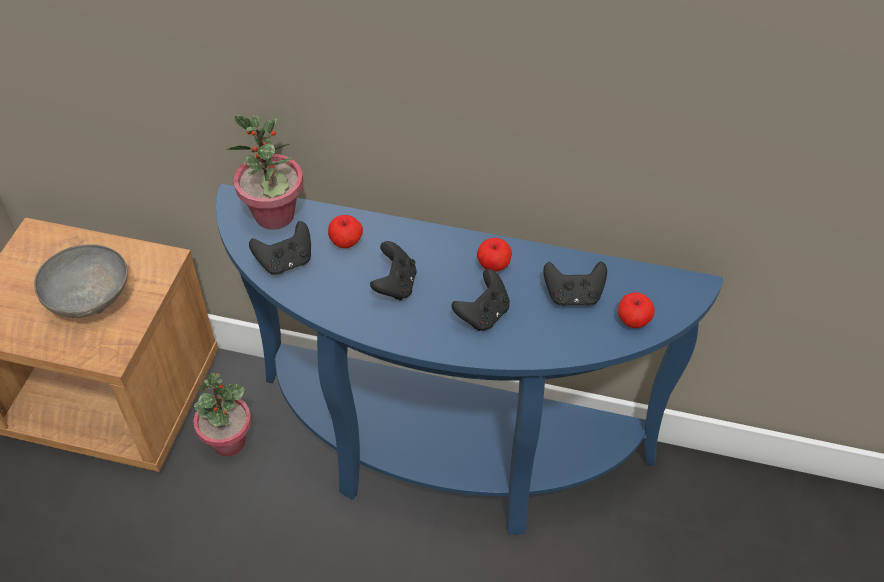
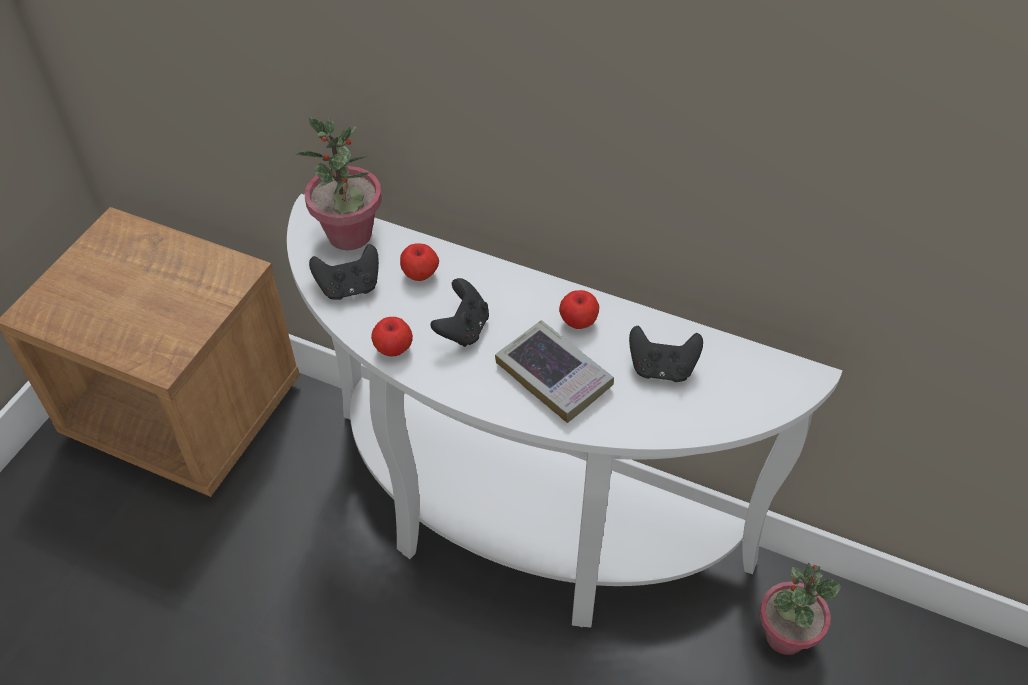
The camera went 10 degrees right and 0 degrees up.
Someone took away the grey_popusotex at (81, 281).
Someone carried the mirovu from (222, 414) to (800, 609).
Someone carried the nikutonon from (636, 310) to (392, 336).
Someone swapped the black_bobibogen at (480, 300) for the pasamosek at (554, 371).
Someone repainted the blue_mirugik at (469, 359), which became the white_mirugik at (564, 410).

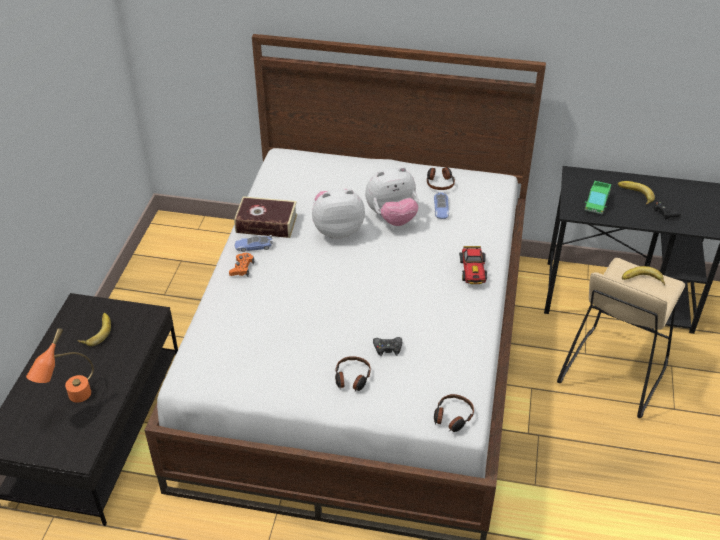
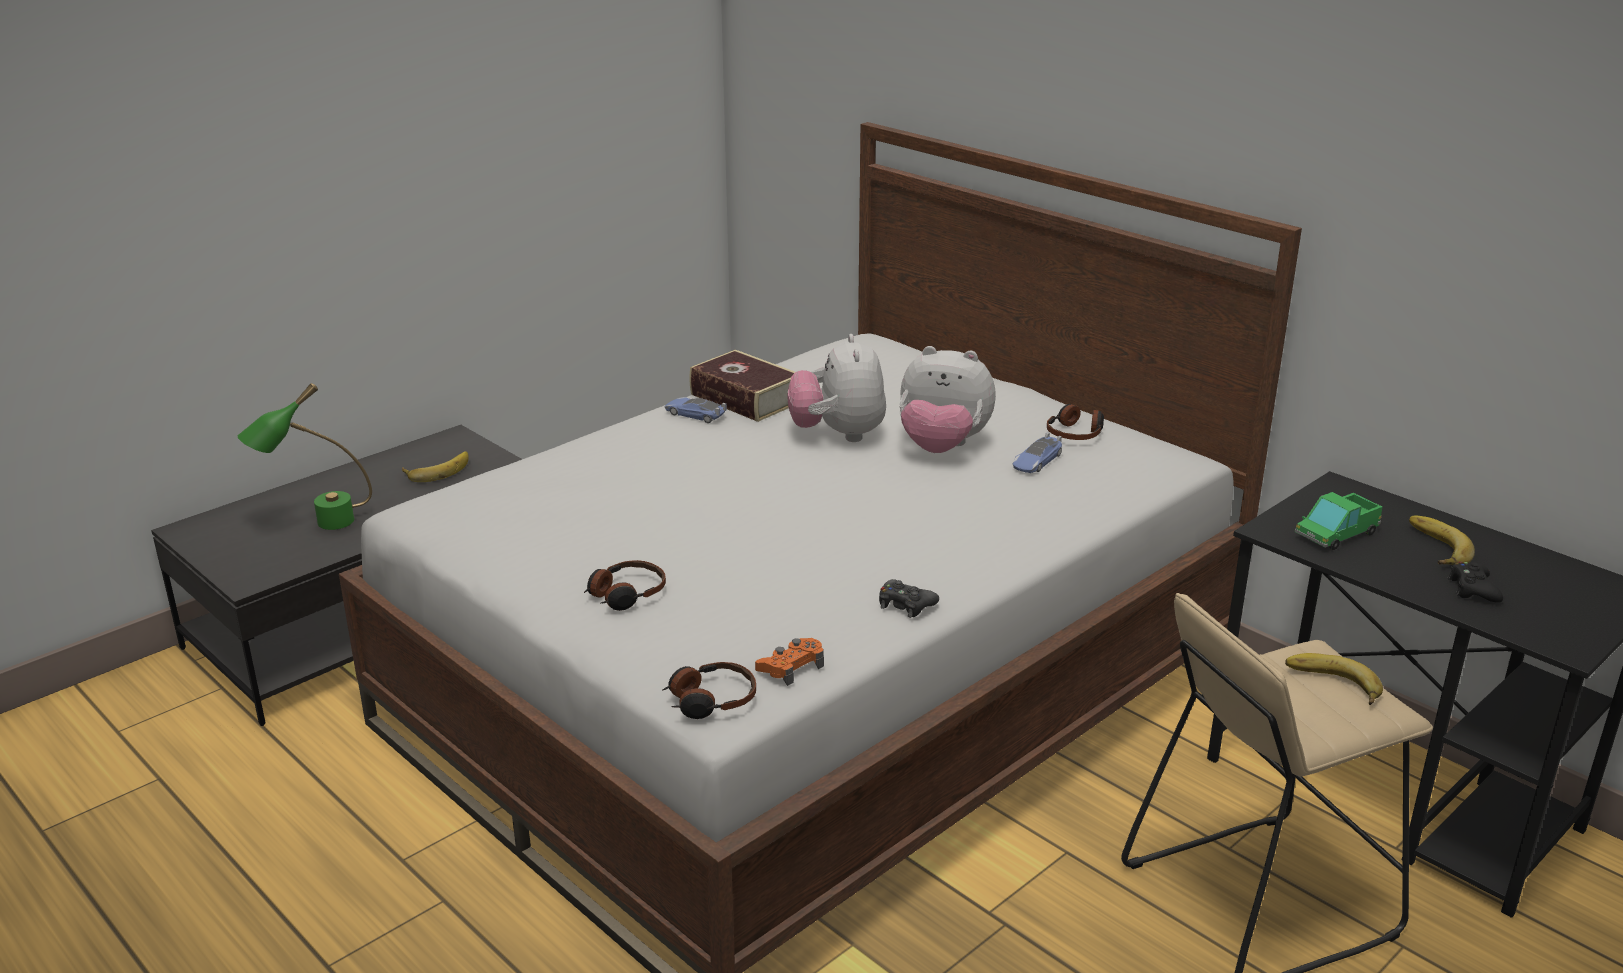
The camera went 35 degrees right and 15 degrees down.
Someone took away the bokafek at (473, 265).
Someone carried the orange_bobibogen from (241, 264) to (789, 662).
Someone carried the black_bobibogen from (387, 346) to (909, 598).
Someone repainted the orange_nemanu at (60, 365), which became the green_nemanu at (305, 456).
Someone rotated the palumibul at (338, 214) by 120 degrees counterclockwise.

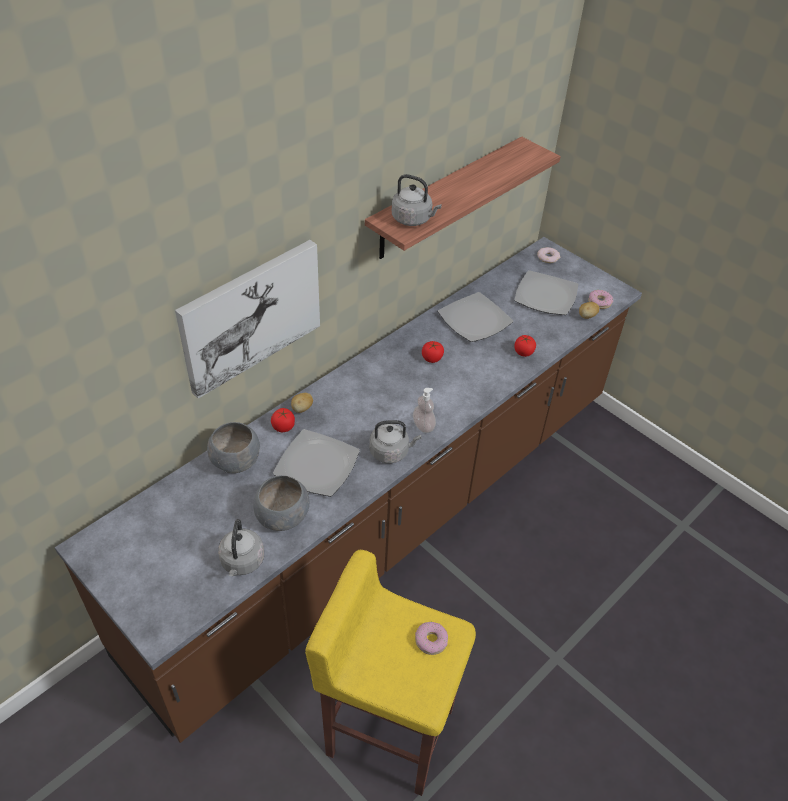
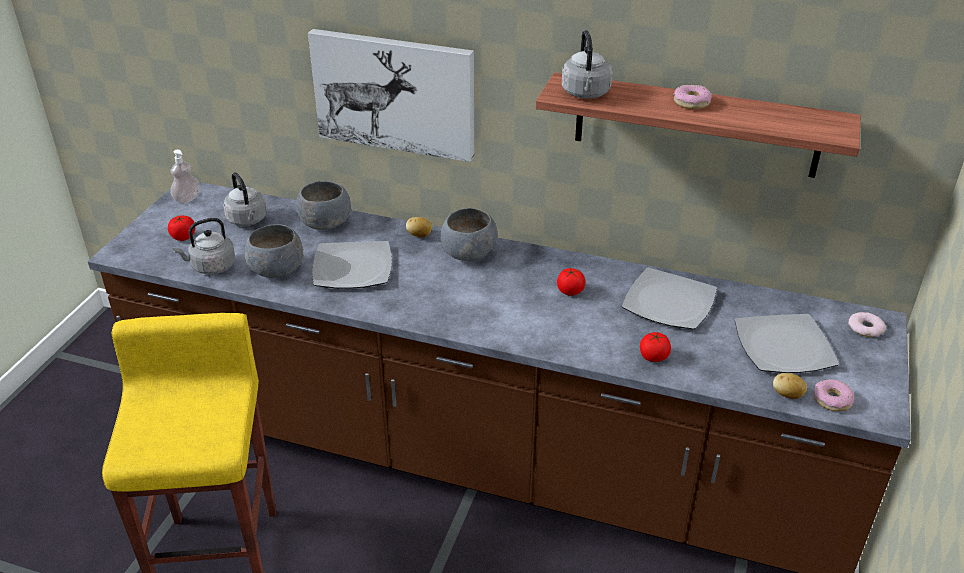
The camera went 65 degrees right and 10 degrees down.
Someone put down the grey_popusotex at (469, 234).
Someone carried the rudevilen from (283, 420) to (181, 228).
Someone carried the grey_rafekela from (395, 442) to (245, 199).
Someone carried the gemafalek from (424, 410) to (185, 176).
Someone carried the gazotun from (431, 638) to (693, 97).

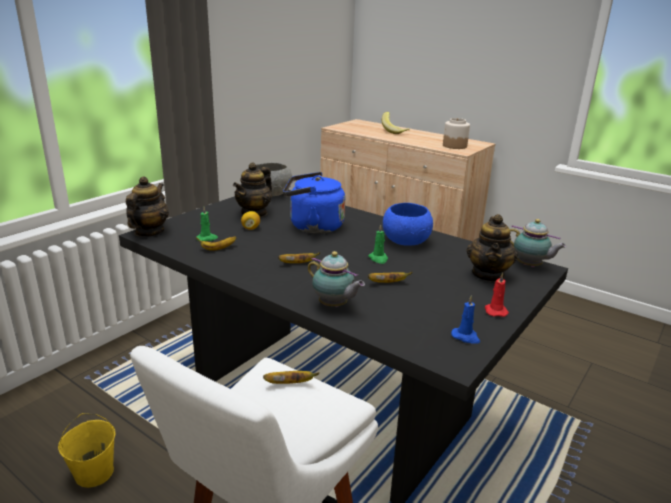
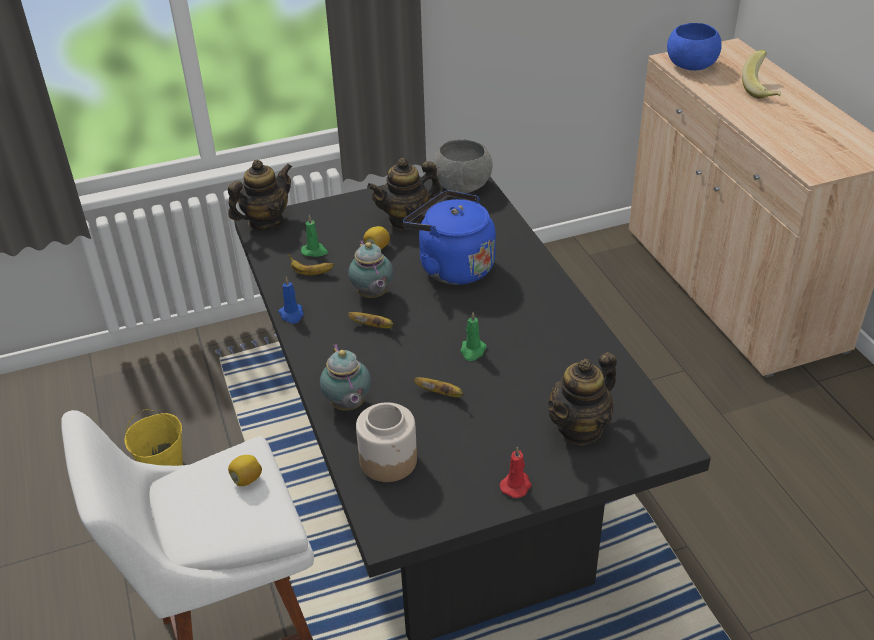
The camera went 35 degrees right and 15 degrees up.
Someone carried the blue_popusotex from (408, 224) to (694, 47).
Someone carried the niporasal from (456, 133) to (386, 442).
Someone carried the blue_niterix from (465, 319) to (291, 300).
Someone carried the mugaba from (538, 243) to (370, 269).
Someone swapped the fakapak at (291, 377) for the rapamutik at (245, 470).

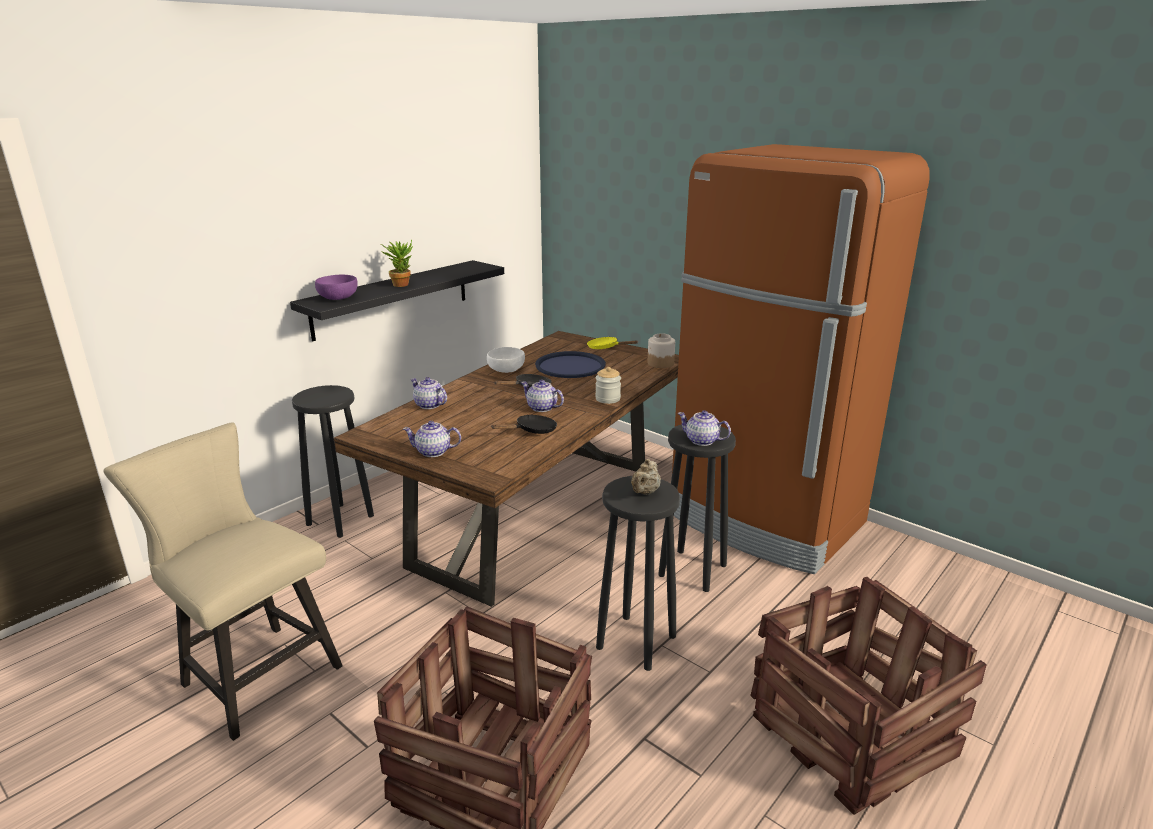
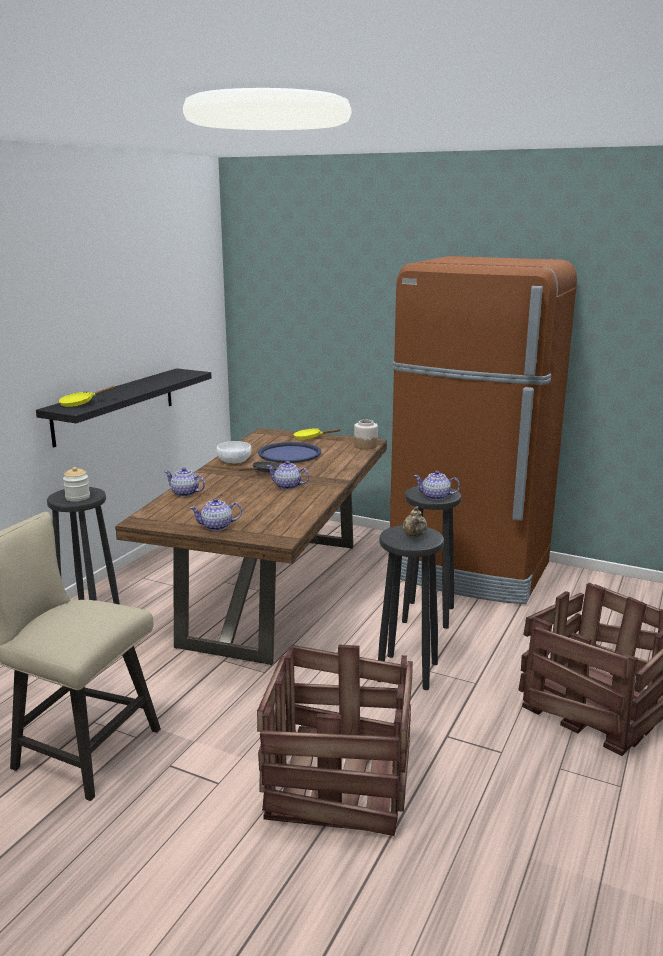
The camera went 15 degrees left and 5 degrees down.
Someone took away the mirovu at (396, 263).
Someone took away the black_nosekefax at (524, 424).
Someone carried the niporasal from (608, 385) to (76, 484).
Someone swapped the purple_popusotex at (336, 287) for the yellow_nosekefax at (87, 396).

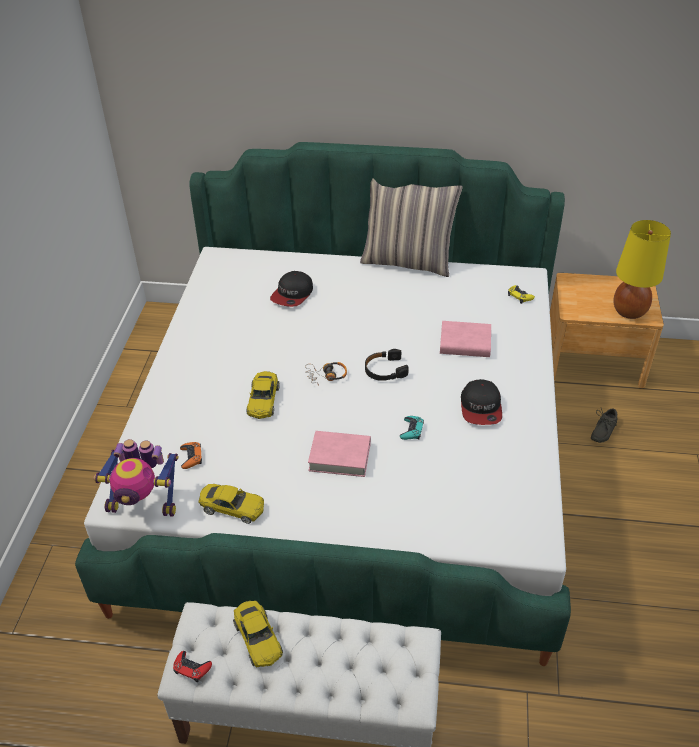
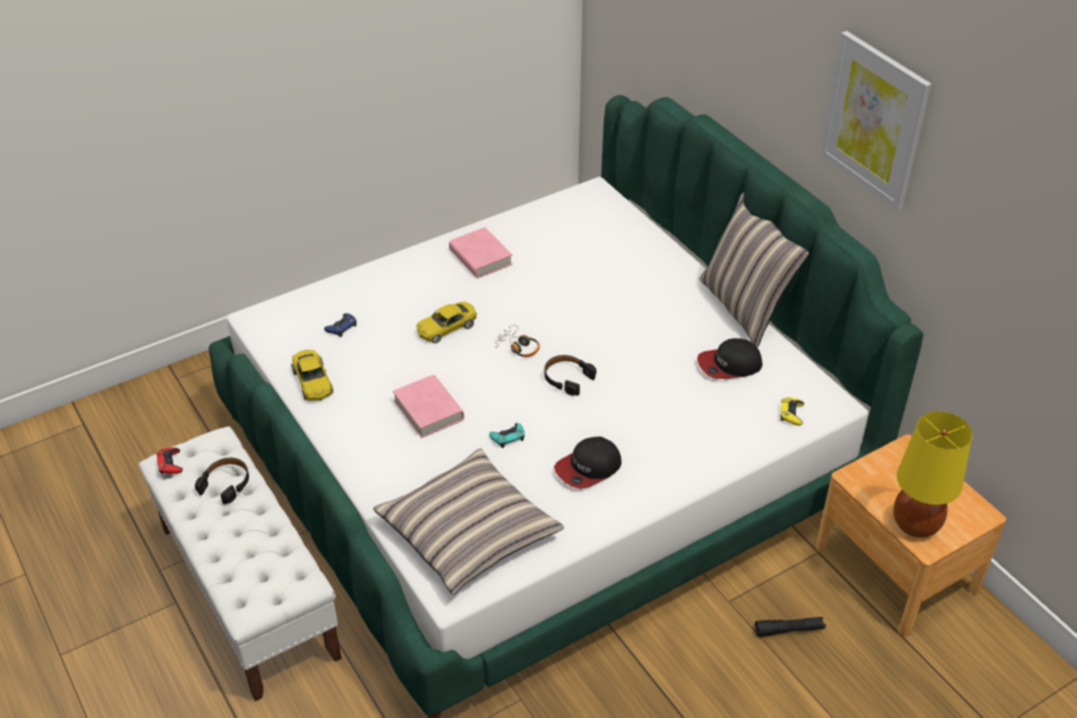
The camera went 50 degrees right and 0 degrees up.
Someone took away the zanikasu at (136, 477).
Someone put down the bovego at (468, 521).
Someone put up the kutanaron at (876, 121).
Someone carried the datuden from (291, 289) to (730, 358).
Someone carried the pink_pasamosek from (465, 339) to (481, 252).
Someone swapped the yellow_bokafek at (258, 634) for the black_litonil at (222, 481).
Someone swapped the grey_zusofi at (604, 425) for the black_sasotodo at (790, 627).
Someone repainted the orange_bobibogen at (191, 455), which became the blue_bobibogen at (340, 325).

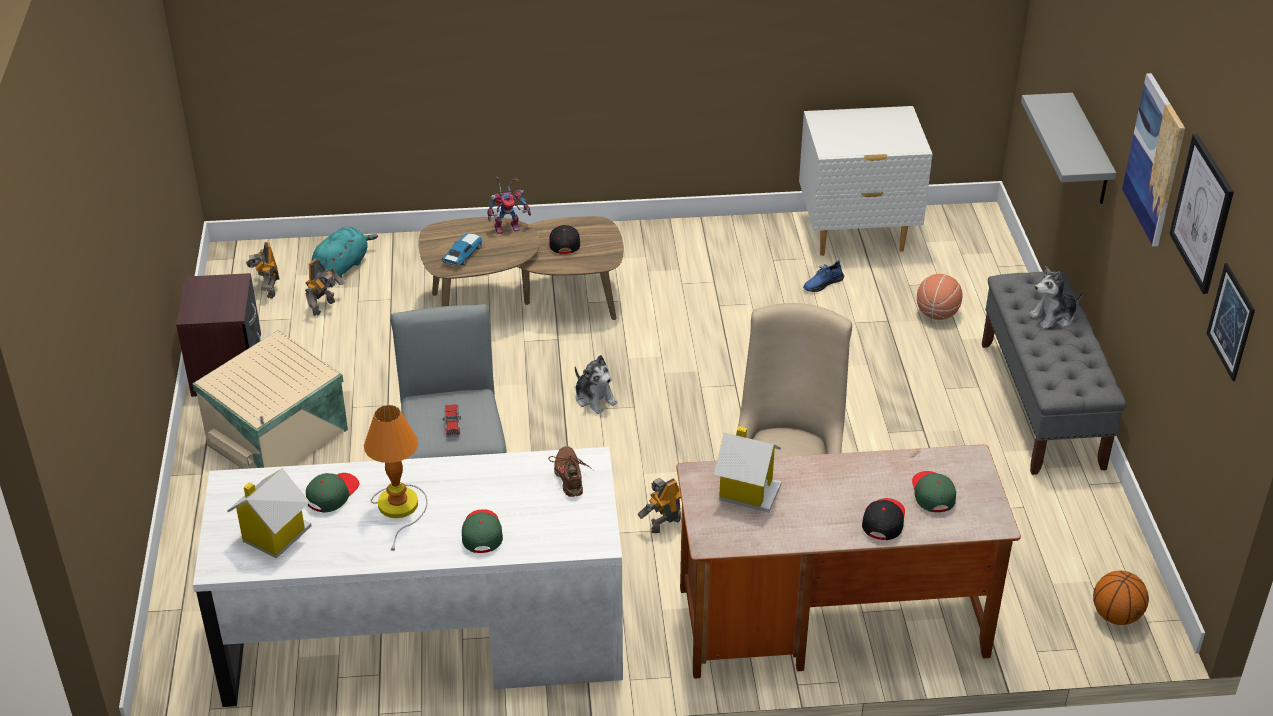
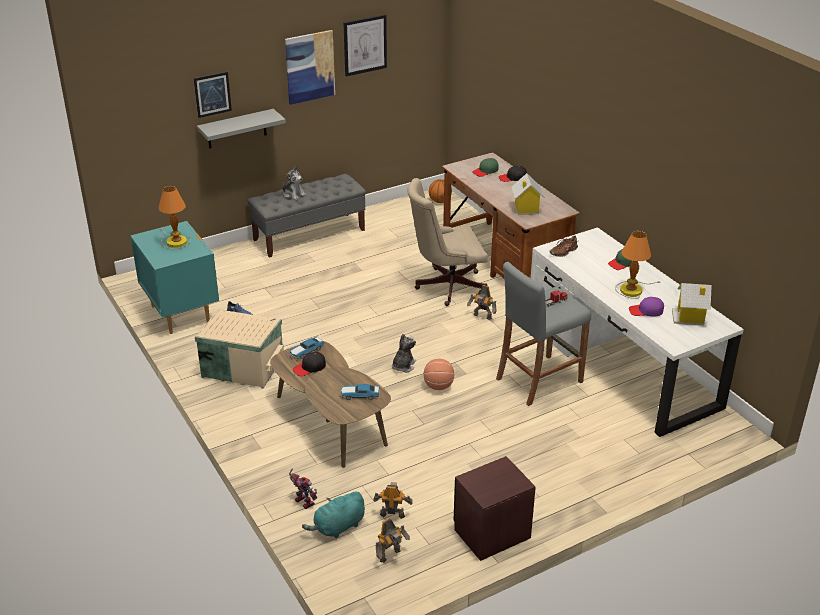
The camera went 115 degrees left and 5 degrees down.
Someone put down the nemanu at (174, 217).
Someone put down the bokafek at (307, 347).
Someone carried the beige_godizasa from (270, 399) to (239, 349).
Someone carried the zanikasu from (509, 205) to (303, 489).
Someone carried the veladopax from (940, 297) to (439, 374).
Someone carried the kutanaron from (1230, 322) to (213, 95).
Someone repainted the green_datuden at (332, 493), which became the purple_datuden at (646, 306).
Someone repainted the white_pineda at (866, 181), which became the turquoise_pineda at (174, 277).
Someone rotated the turquoise_palumibul at (344, 252) by 45 degrees counterclockwise.

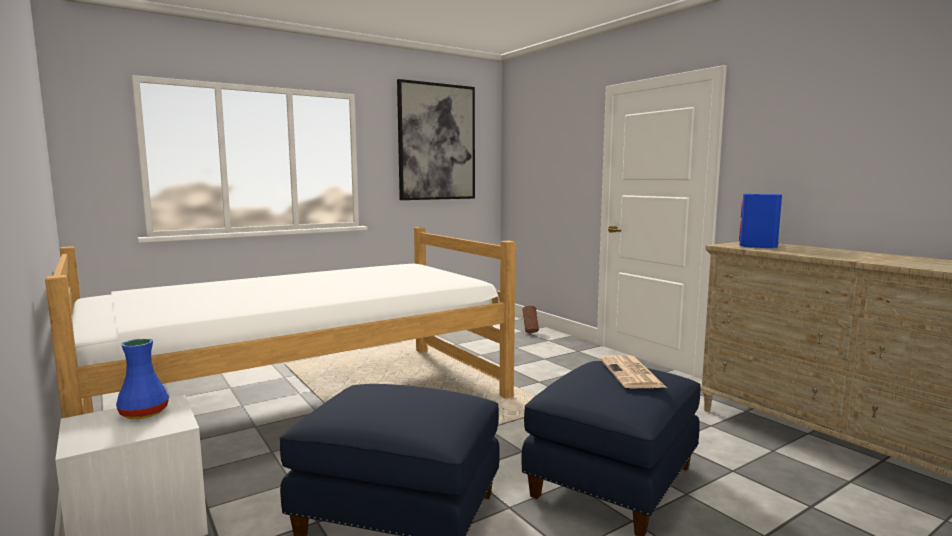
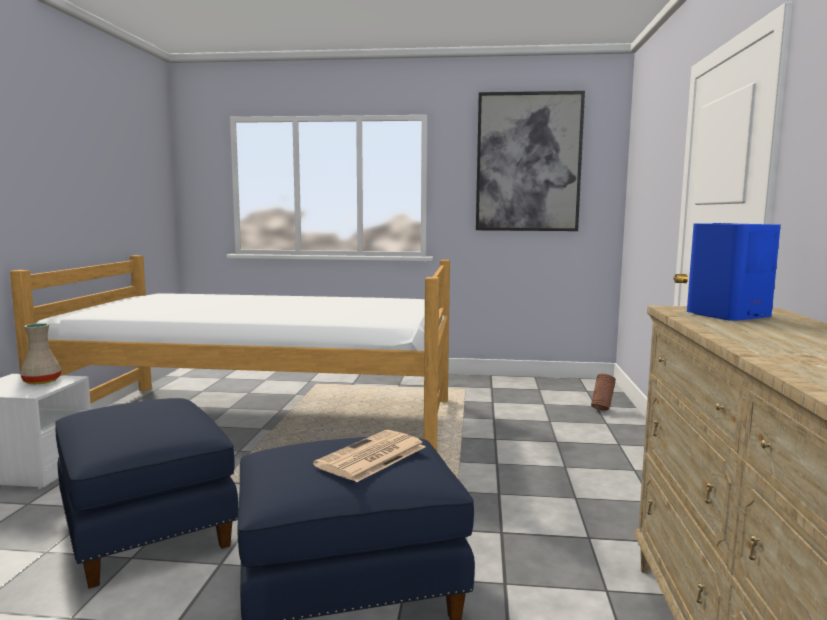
The camera went 40 degrees right and 0 degrees up.
Someone repainted the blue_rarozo at (142, 378), which became the beige_rarozo at (41, 353).

